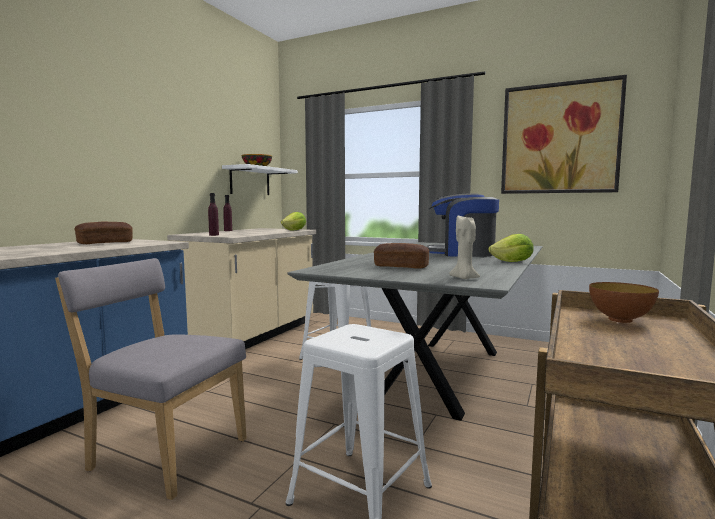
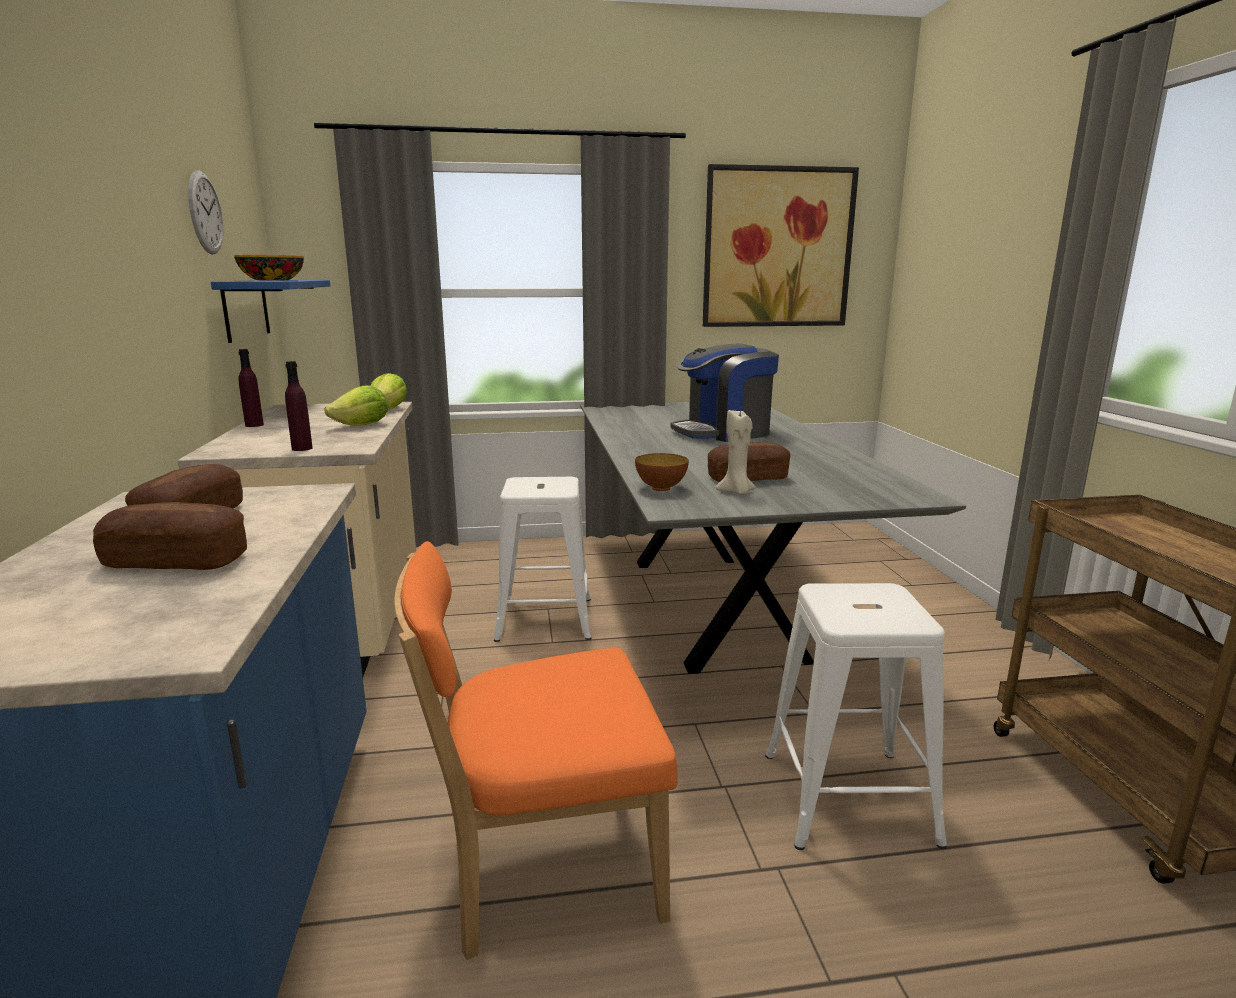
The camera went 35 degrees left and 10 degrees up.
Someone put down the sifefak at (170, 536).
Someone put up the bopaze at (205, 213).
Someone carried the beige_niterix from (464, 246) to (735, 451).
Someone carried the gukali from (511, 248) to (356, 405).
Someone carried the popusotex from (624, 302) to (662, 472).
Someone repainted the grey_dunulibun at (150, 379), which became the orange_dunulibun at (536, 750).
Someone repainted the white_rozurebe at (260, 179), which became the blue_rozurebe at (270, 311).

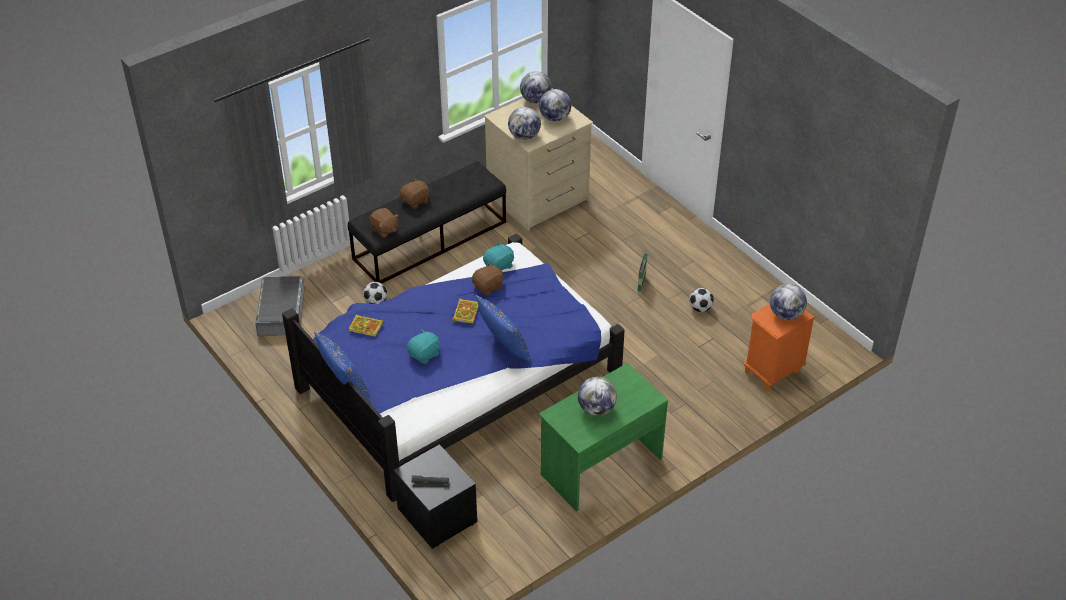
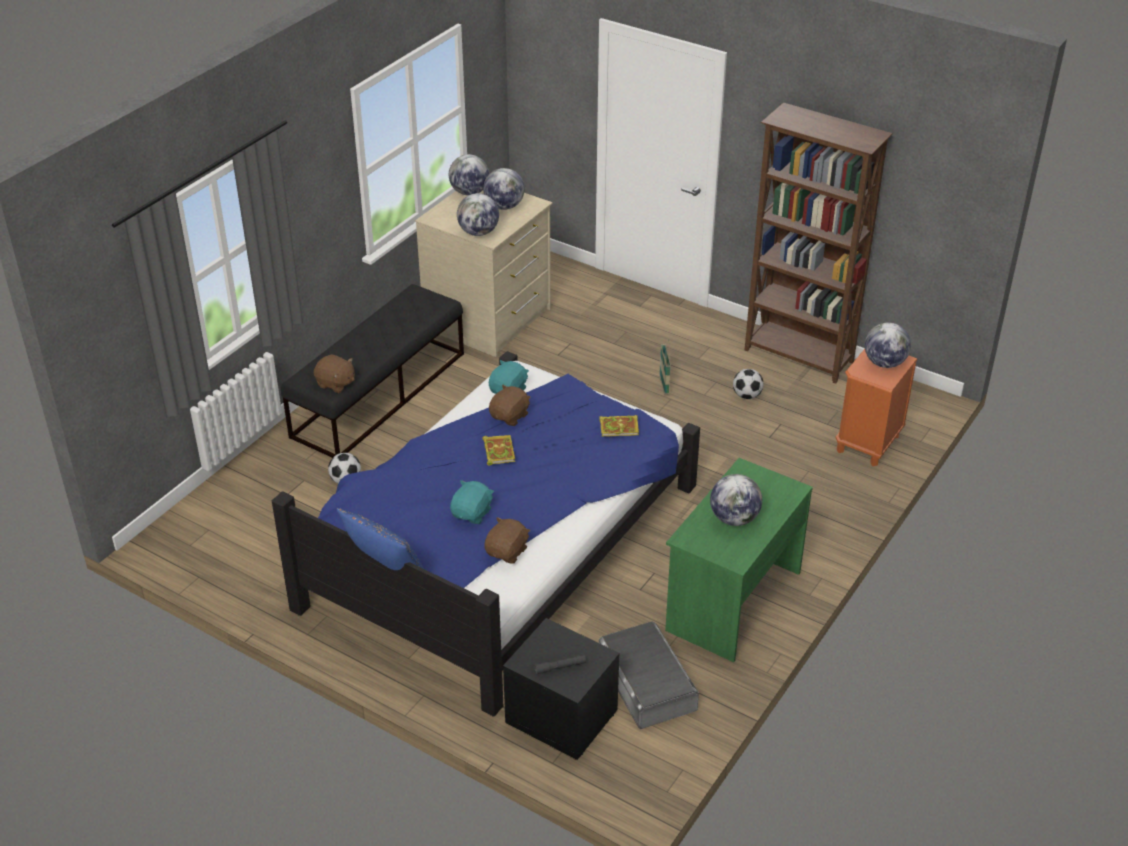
The camera went 20 degrees left and 5 degrees down.
Someone took away the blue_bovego at (504, 329).
Someone put down the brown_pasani at (819, 243).
Someone carried the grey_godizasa from (280, 306) to (649, 675).
Someone carried the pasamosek from (366, 326) to (619, 426).
Someone carried the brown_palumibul from (414, 194) to (507, 540).

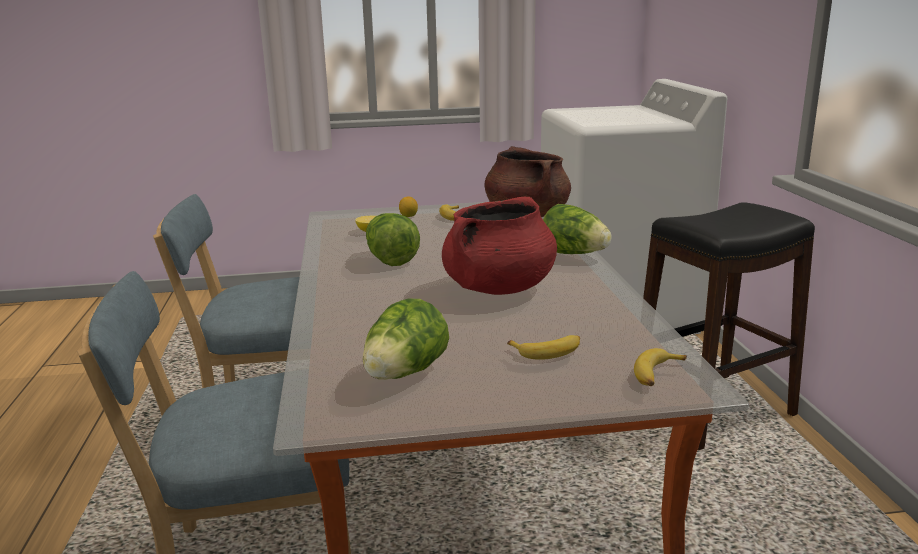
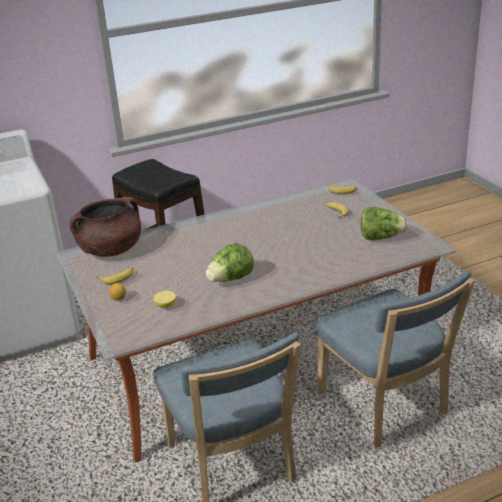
The camera went 105 degrees left and 10 degrees up.
Someone took away the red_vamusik at (499, 246).
Someone took away the gukali at (577, 229).

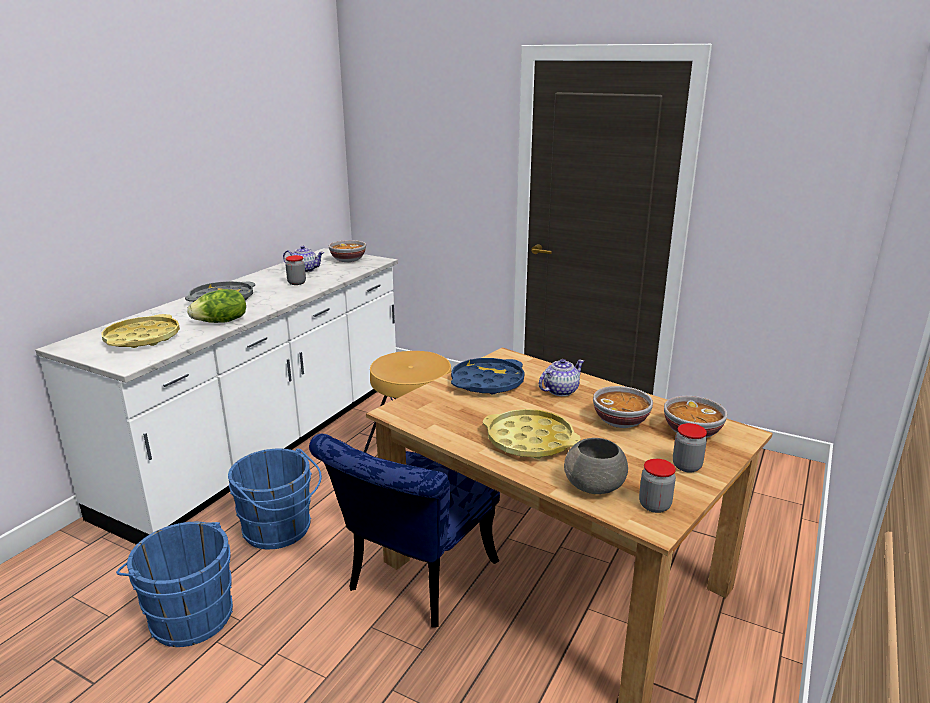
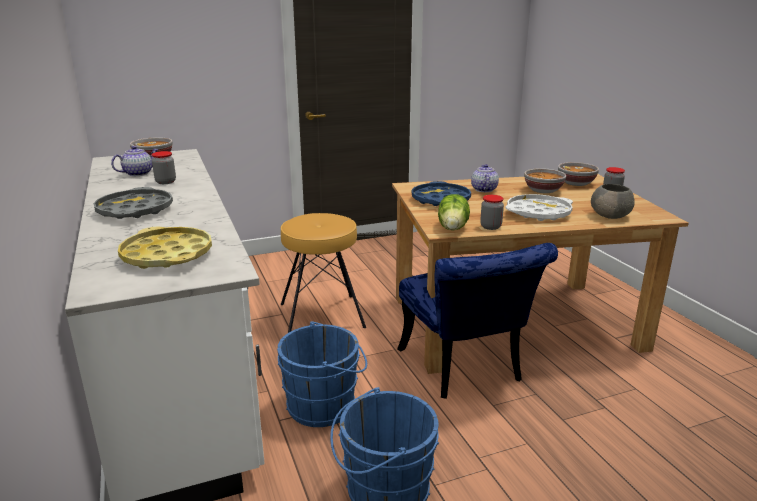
The camera went 50 degrees left and 0 degrees up.
Someone carried the gukali from (216, 306) to (454, 212).
Someone carried the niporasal from (657, 486) to (492, 212).
Someone repainted the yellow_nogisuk at (532, 434), which became the white_nogisuk at (539, 207).

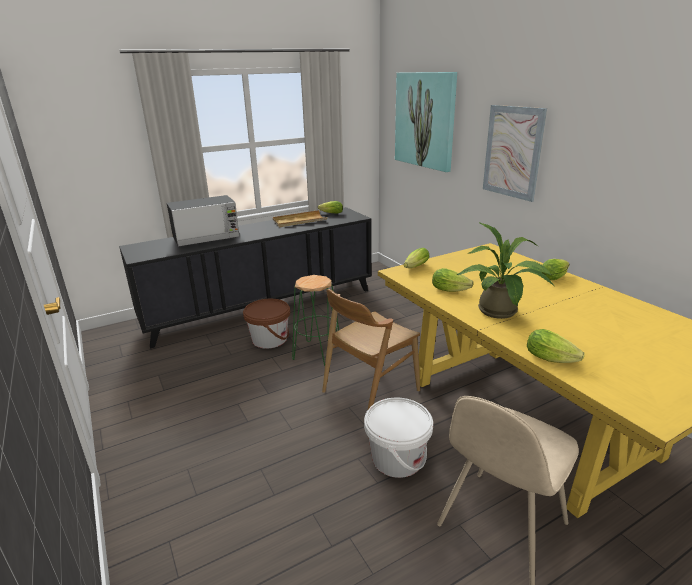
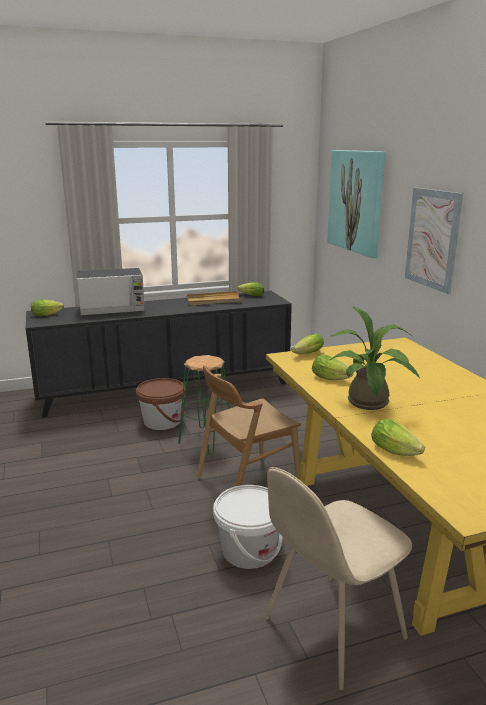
The camera went 10 degrees right and 5 degrees down.
Someone carried the gukali from (555, 269) to (47, 307).

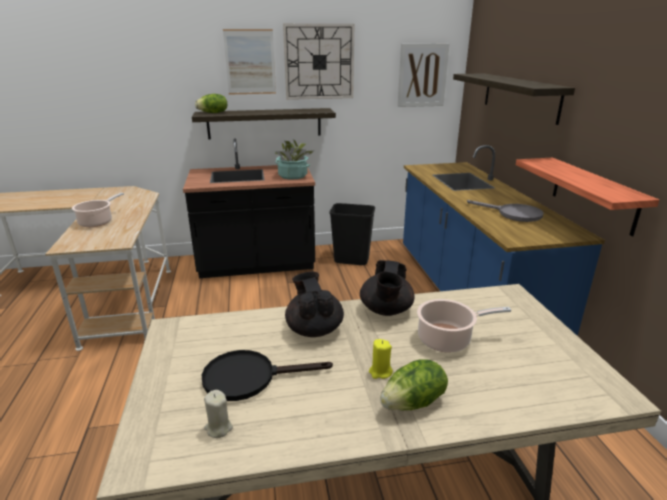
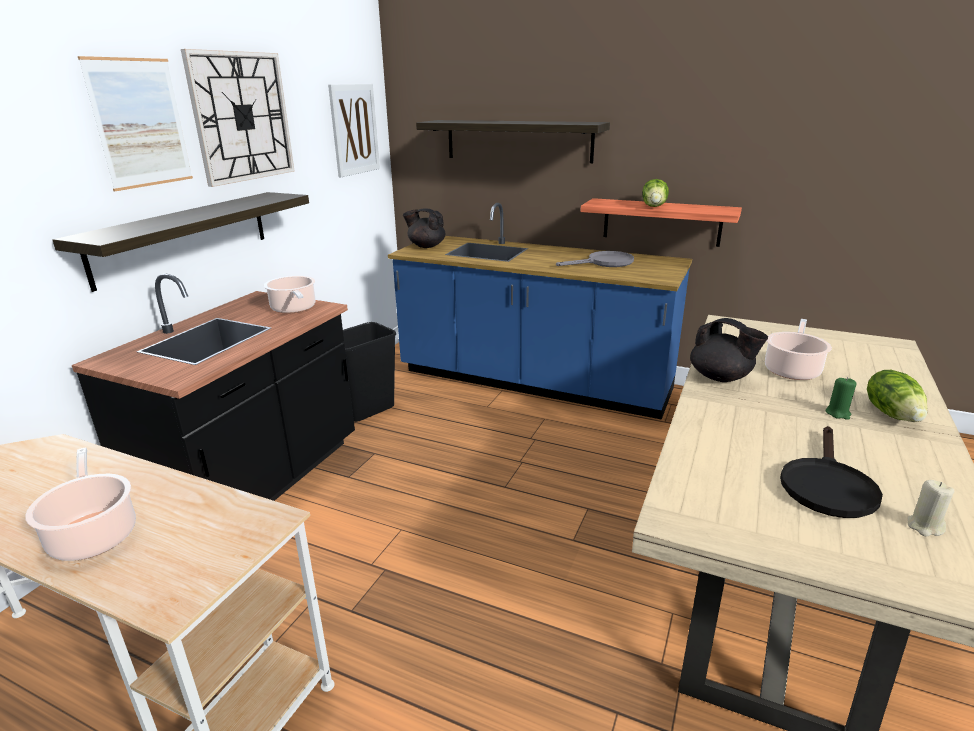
The camera went 55 degrees left and 0 degrees up.
Someone carried the gukali from (211, 103) to (655, 193).
Someone carried the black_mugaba from (314, 304) to (424, 228).
Someone swapped the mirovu at (294, 159) for the vamusik at (290, 295).
Someone repainted the yellow_niterix at (381, 359), which became the green_niterix at (841, 398).

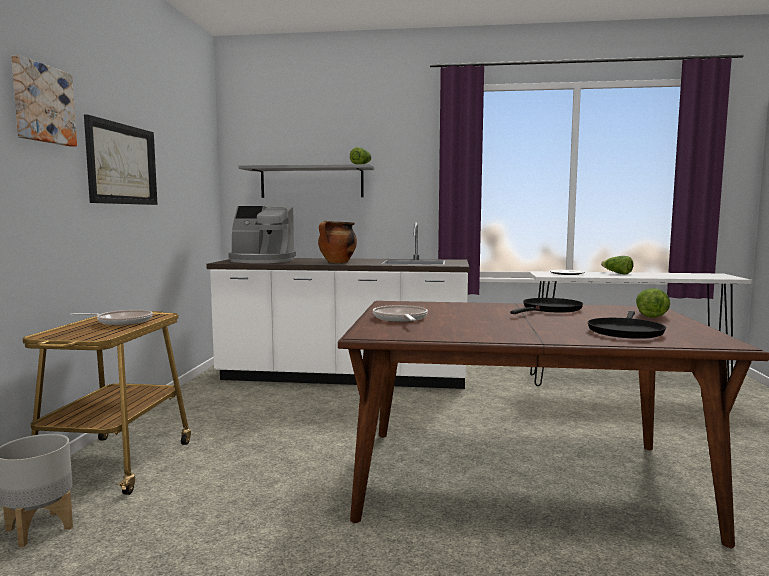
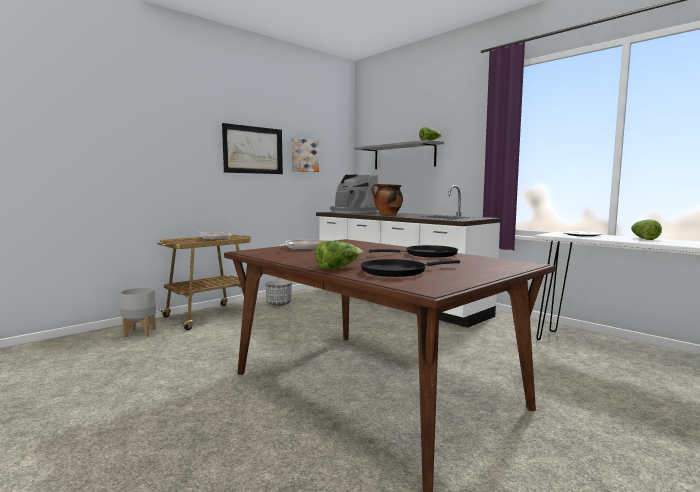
The camera went 40 degrees right and 0 degrees up.
Someone put down the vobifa at (278, 293).
Someone carried the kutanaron from (44, 100) to (305, 155).
Someone carried the gukali from (653, 303) to (339, 255).

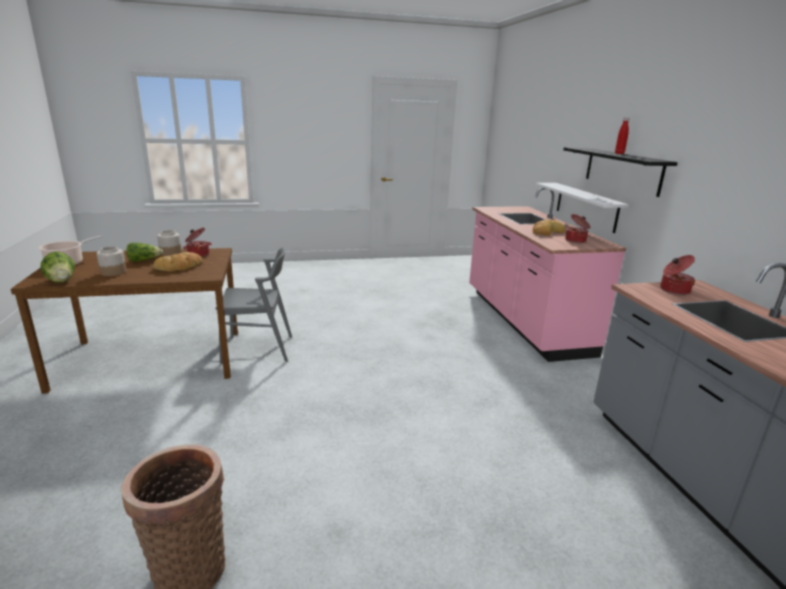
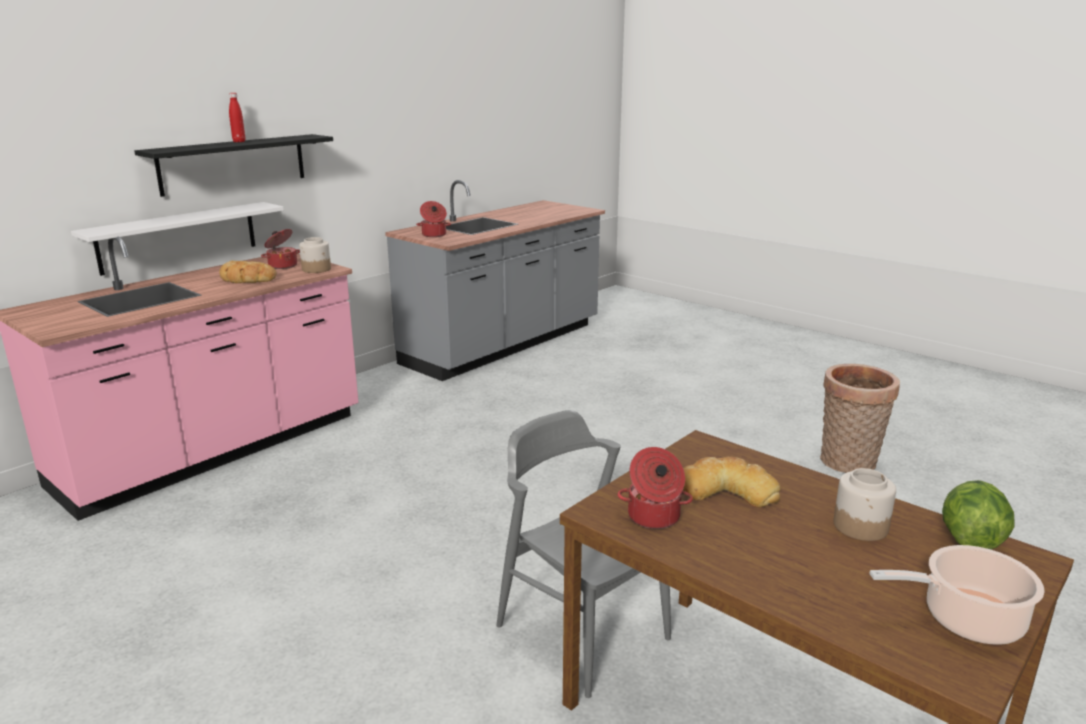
The camera went 125 degrees left and 0 degrees up.
Someone took away the gukali at (144, 252).
Someone carried the niporasal from (169, 243) to (315, 255).

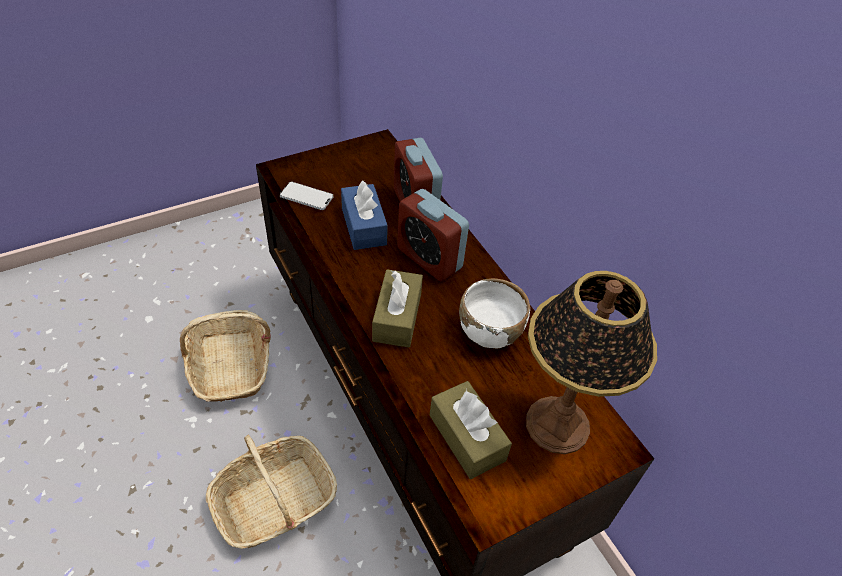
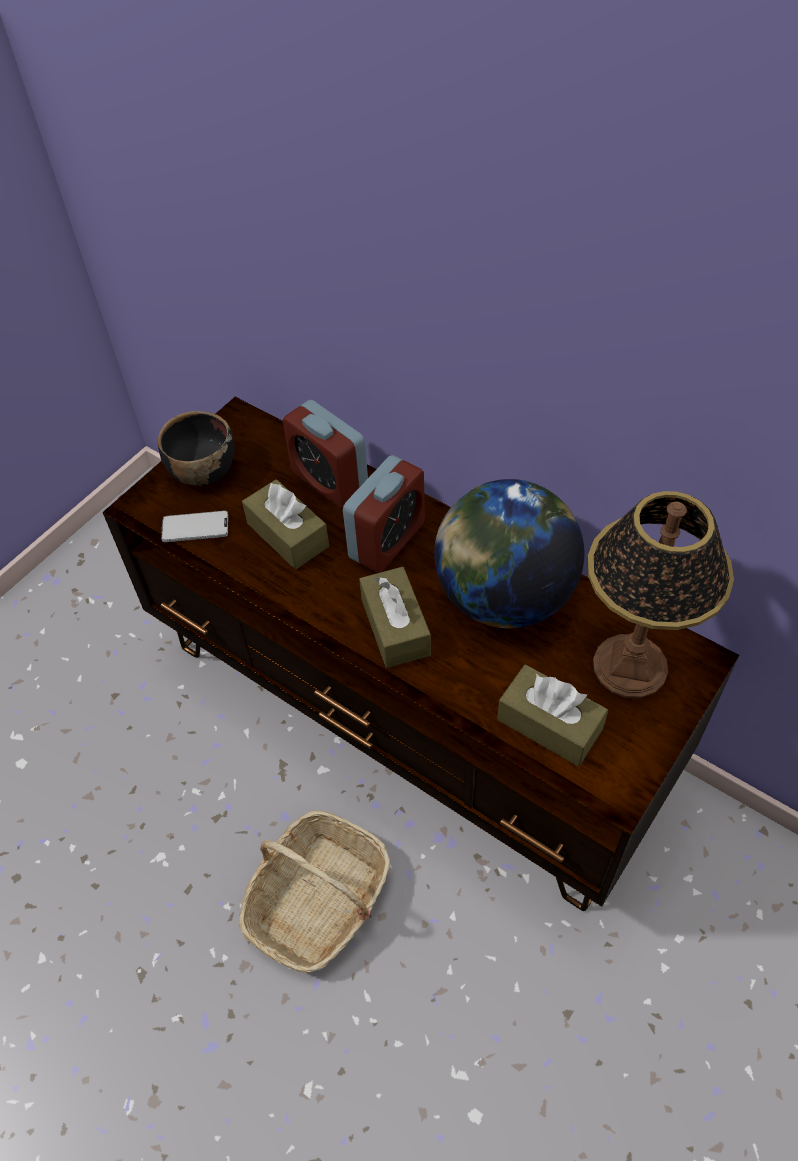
The camera went 20 degrees left and 5 degrees up.
Someone took away the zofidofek at (225, 356).
Someone put down the black_popusotex at (196, 448).
Someone swapped the white_popusotex at (494, 313) for the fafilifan at (509, 554).
Someone repainted the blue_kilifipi at (364, 215), which became the brown_kilifipi at (285, 524).
Someone rotated the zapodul at (433, 235) by 75 degrees counterclockwise.

